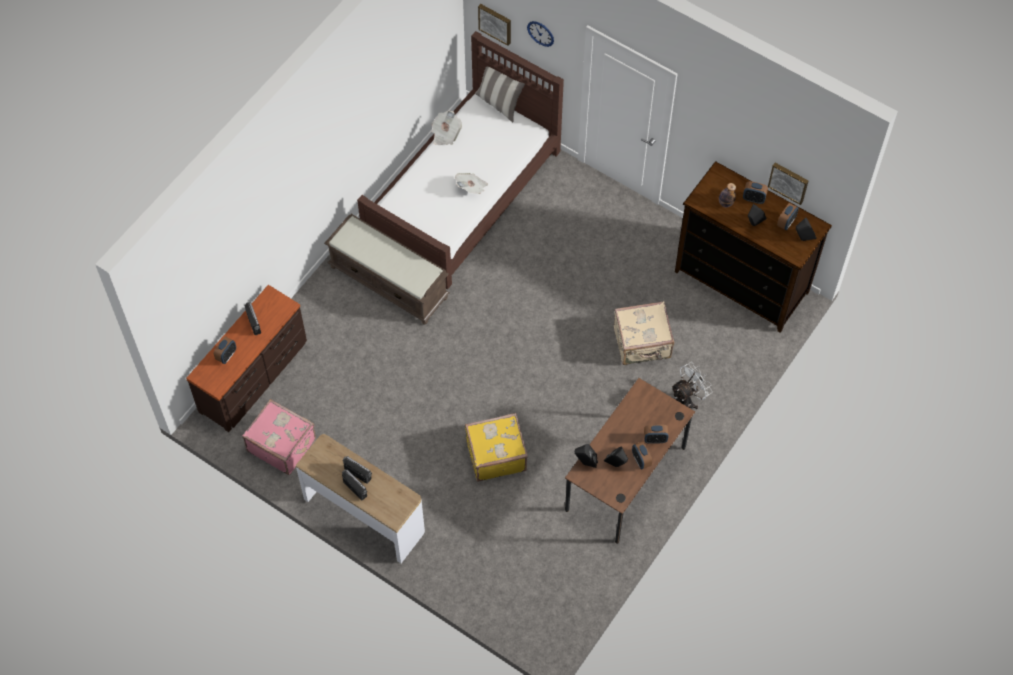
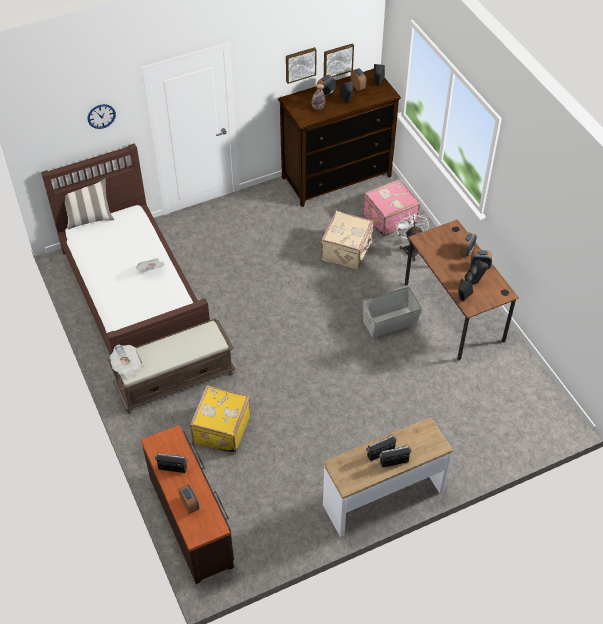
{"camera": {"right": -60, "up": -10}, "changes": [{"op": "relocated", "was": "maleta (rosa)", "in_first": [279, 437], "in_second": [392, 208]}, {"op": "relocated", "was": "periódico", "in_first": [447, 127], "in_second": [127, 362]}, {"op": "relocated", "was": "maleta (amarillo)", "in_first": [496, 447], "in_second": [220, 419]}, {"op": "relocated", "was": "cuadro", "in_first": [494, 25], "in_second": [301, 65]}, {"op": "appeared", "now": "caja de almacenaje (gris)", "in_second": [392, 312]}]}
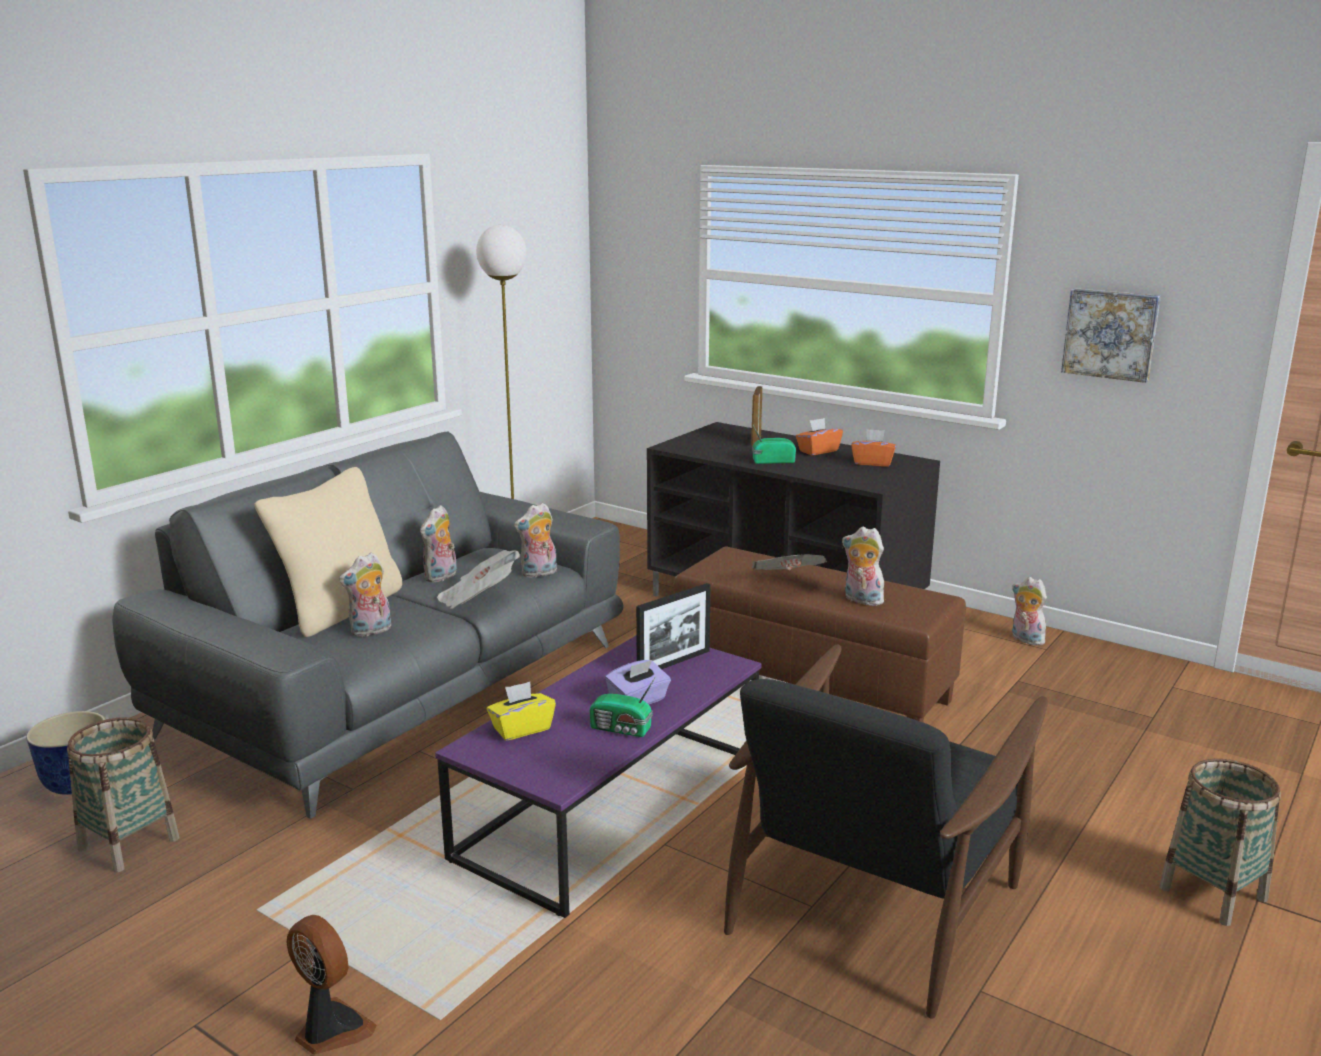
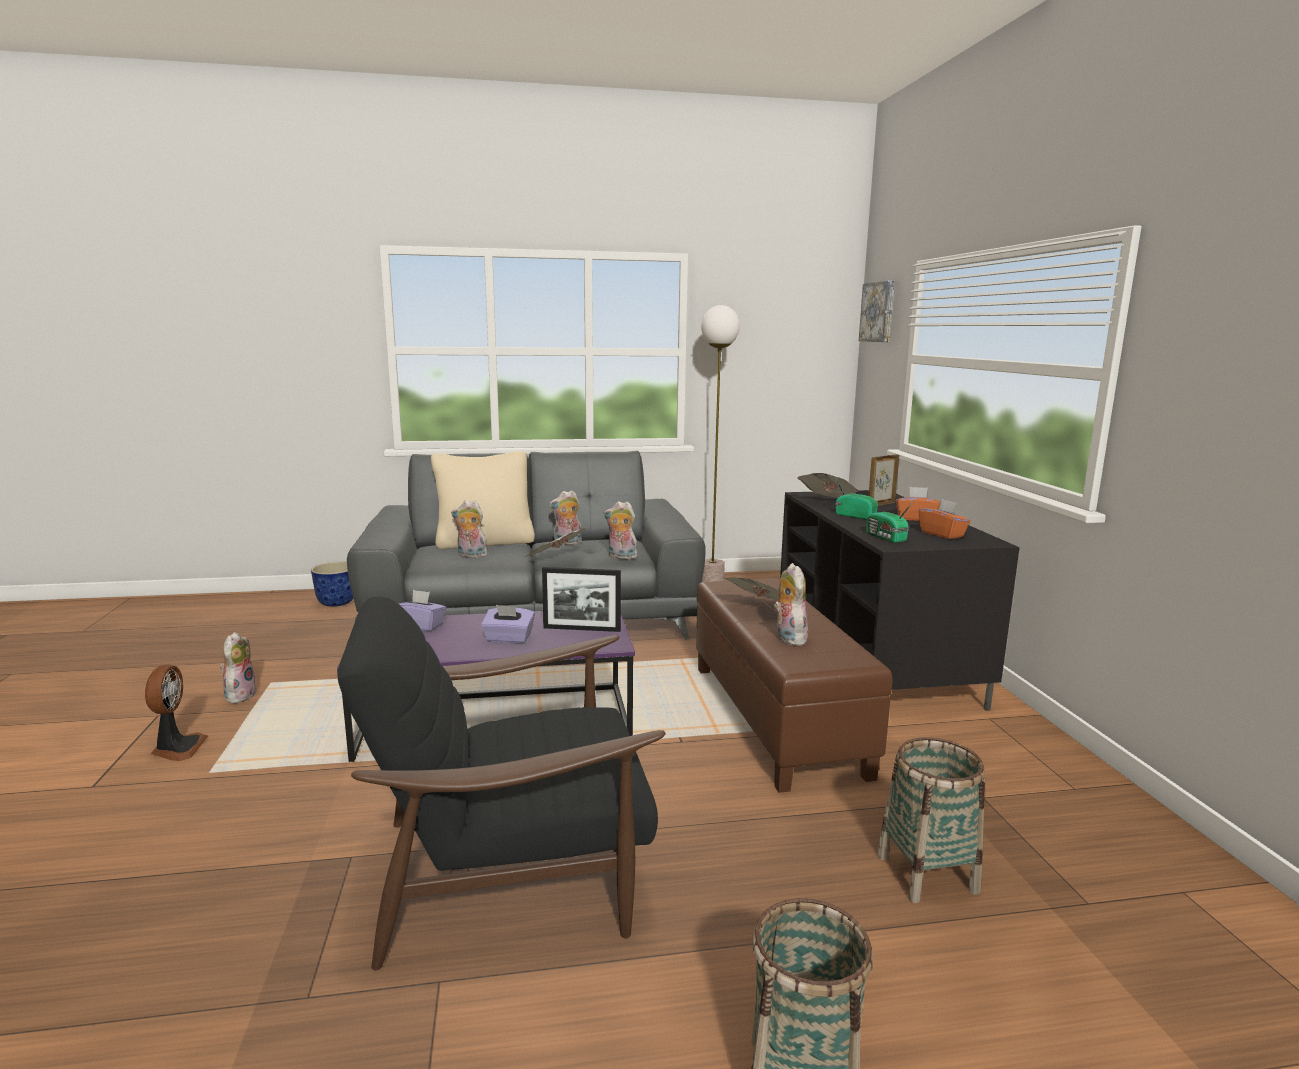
{"camera": {"right": 45, "up": -5}, "changes": [{"op": "relocated", "was": "cesta", "in_first": [123, 794], "in_second": [931, 820]}, {"op": "colour", "was": "caja de pañuelos (amarillo)", "now": "caja de pañuelos (morado)", "in_first": [521, 711], "in_second": [422, 611]}, {"op": "relocated", "was": "radio", "in_first": [623, 706], "in_second": [890, 521]}, {"op": "relocated", "was": "peluche", "in_first": [1029, 611], "in_second": [239, 668]}, {"op": "relocated", "was": "cuadro", "in_first": [1111, 335], "in_second": [877, 311]}, {"op": "appeared", "now": "periódico", "in_second": [828, 485]}]}
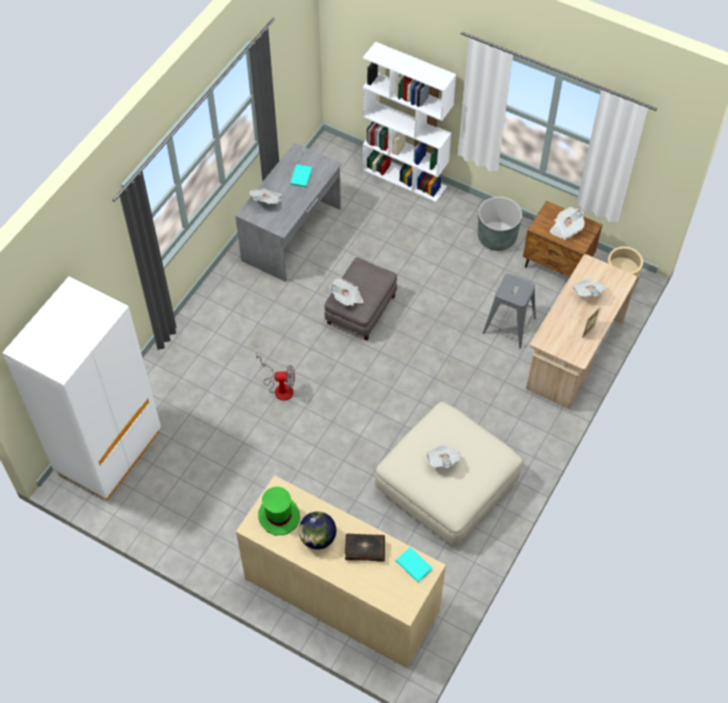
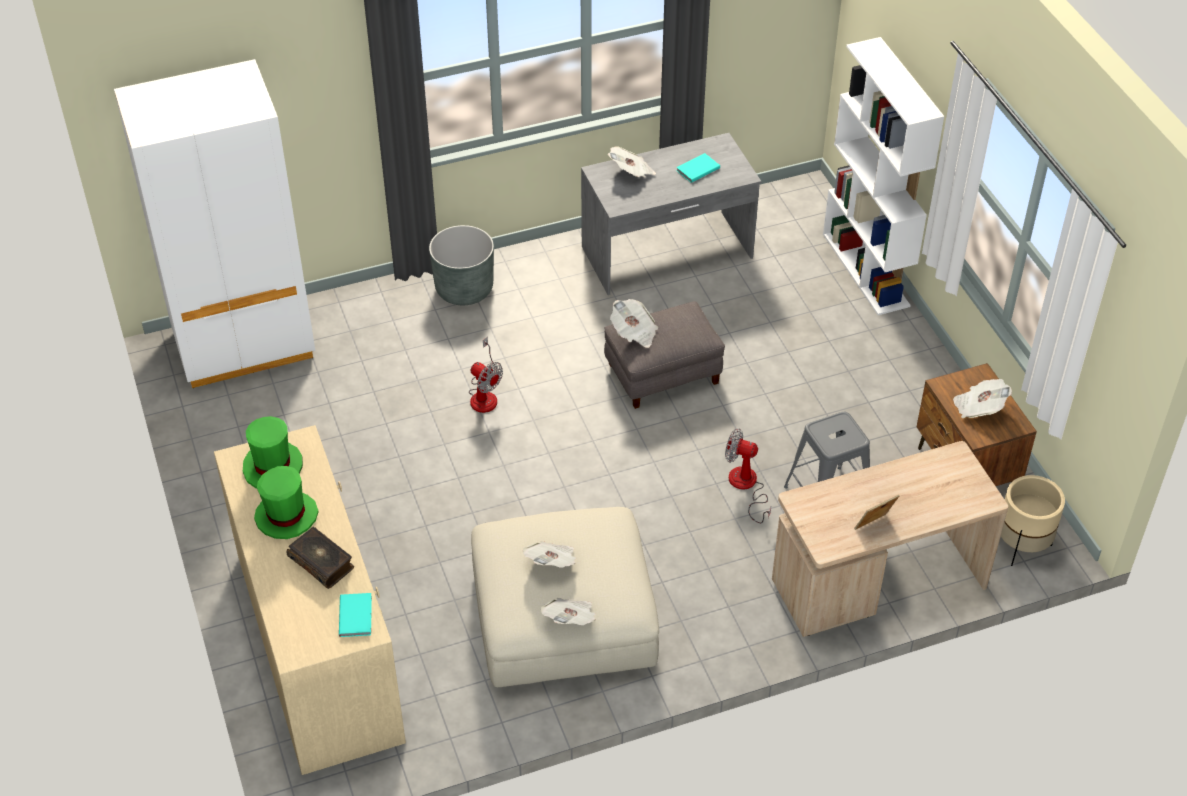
{"camera": {"right": 40, "up": -10}, "changes": [{"op": "exchanged", "was": "globo terráqueo", "now": "sombrero (verde)", "in_first": [317, 530], "in_second": [286, 502]}, {"op": "relocated", "was": "maceta (gris)", "in_first": [500, 224], "in_second": [461, 265]}, {"op": "relocated", "was": "periódico", "in_first": [589, 287], "in_second": [568, 611]}, {"op": "appeared", "now": "ventilador", "in_second": [748, 475]}]}
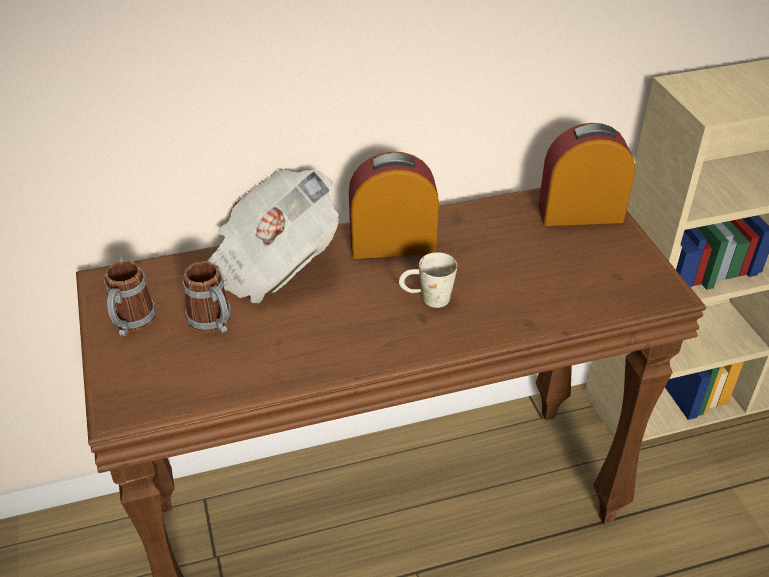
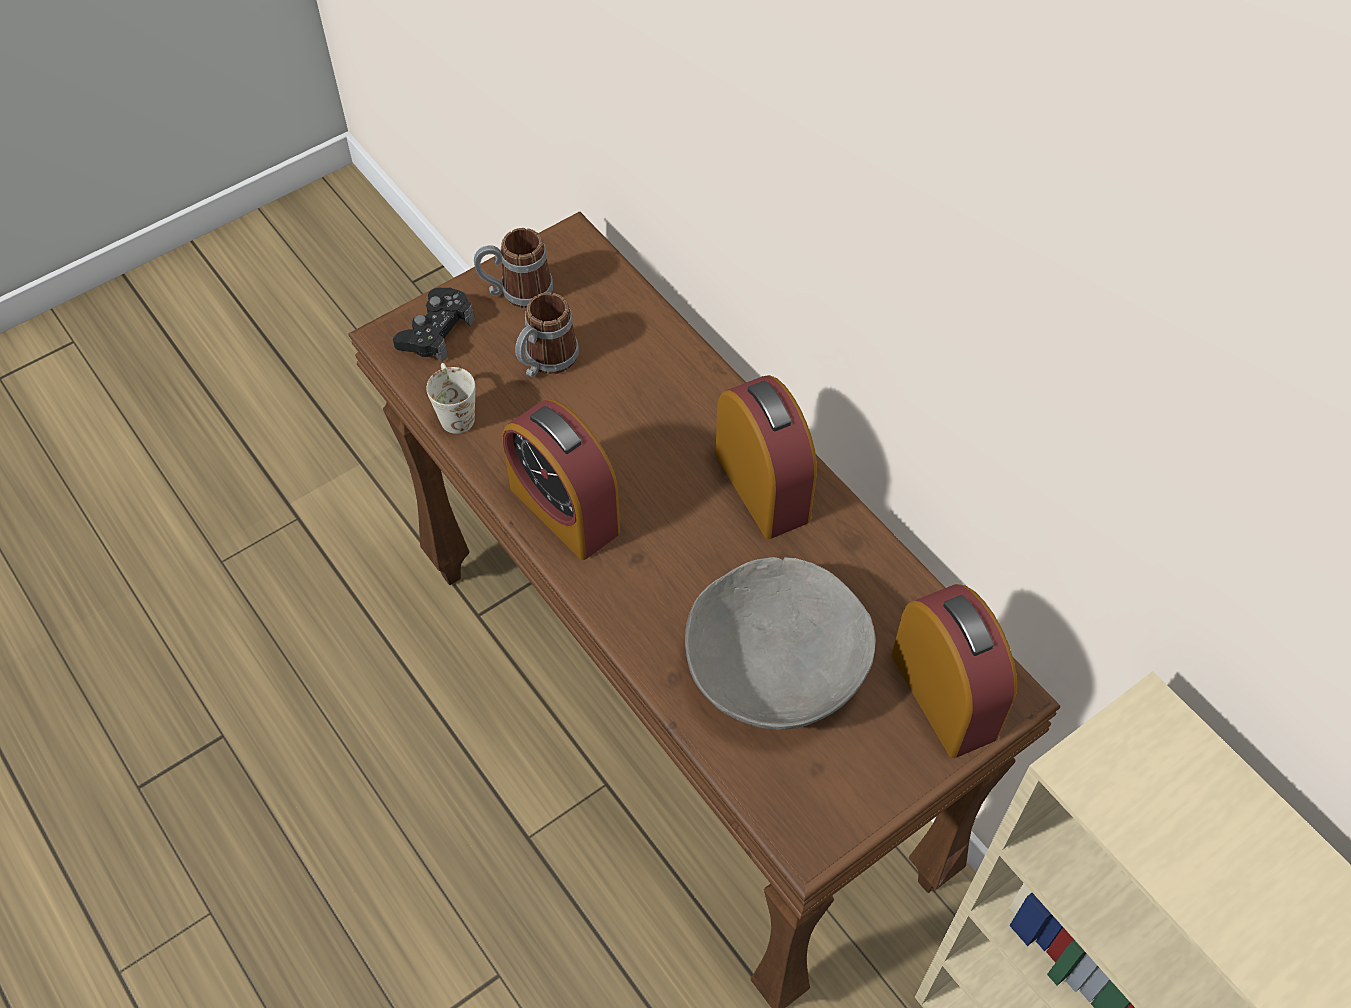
{"camera": {"right": 70, "up": 15}, "changes": [{"op": "missing", "was": "periódico", "in_first": [273, 236]}, {"op": "relocated", "was": "taza grande (blanco)", "in_first": [428, 280], "in_second": [450, 398]}, {"op": "appeared", "now": "mando de consola (negro)", "in_second": [434, 324]}, {"op": "appeared", "now": "despertador", "in_second": [561, 479]}, {"op": "appeared", "now": "cuenco (gris)", "in_second": [780, 643]}]}
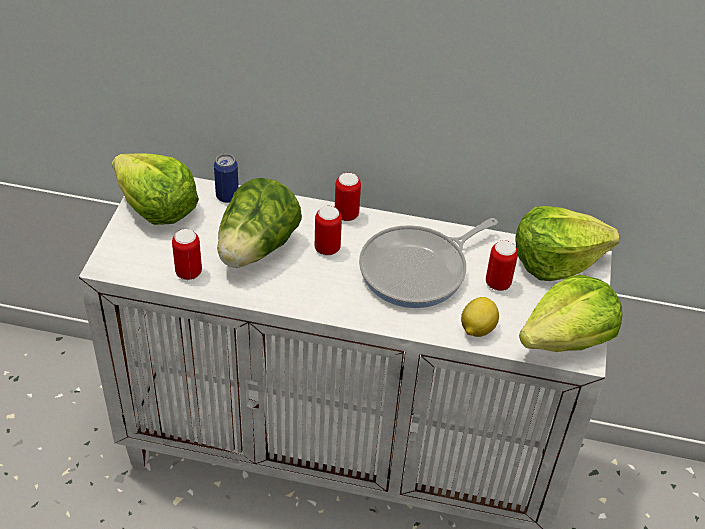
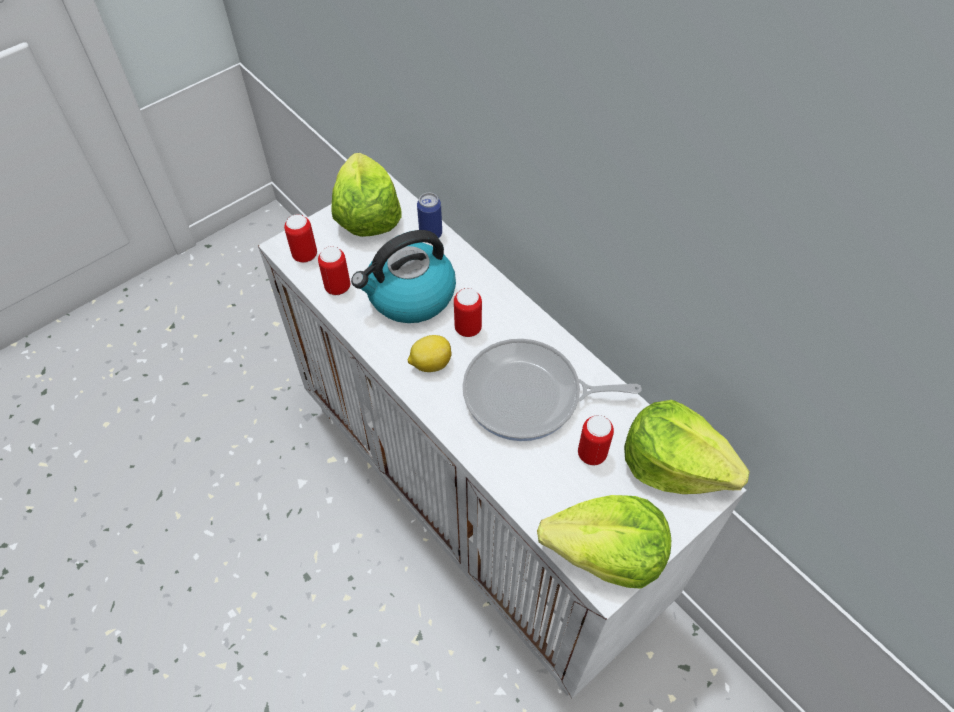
{"camera": {"right": 40, "up": 10}, "changes": [{"op": "exchanged", "was": "lechuga", "now": "hervidor", "in_first": [259, 223], "in_second": [403, 276]}, {"op": "relocated", "was": "lata", "in_first": [348, 197], "in_second": [300, 238]}, {"op": "relocated", "was": "limón", "in_first": [480, 317], "in_second": [430, 353]}]}
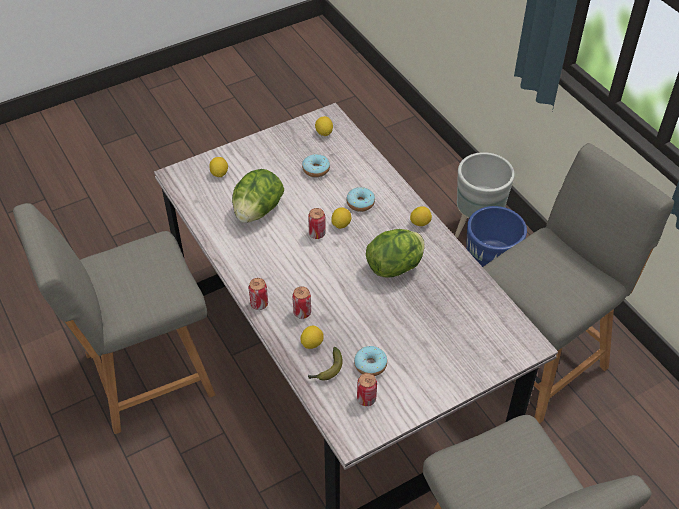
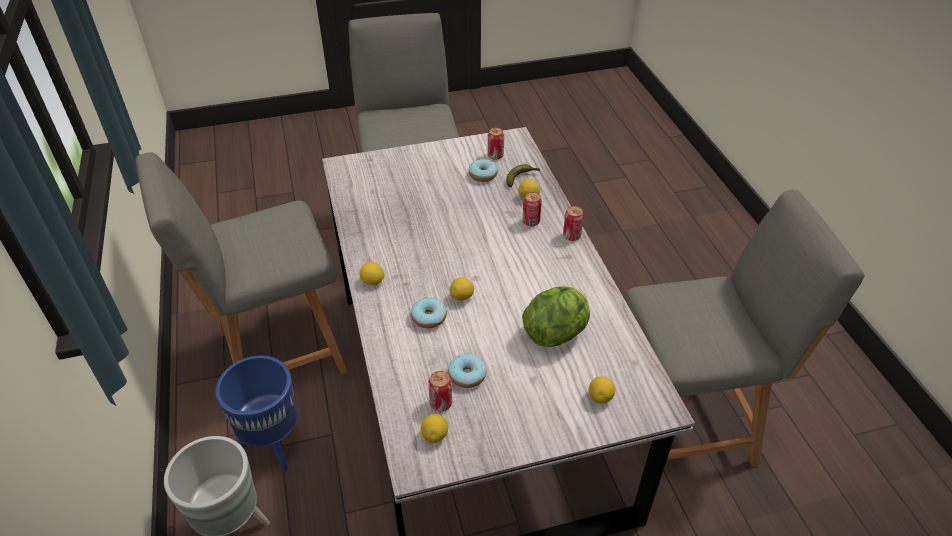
{"camera": {"right": -165, "up": -5}, "changes": [{"op": "relocated", "was": "lata", "in_first": [317, 223], "in_second": [440, 391]}, {"op": "missing", "was": "lechuga", "in_first": [395, 253]}]}
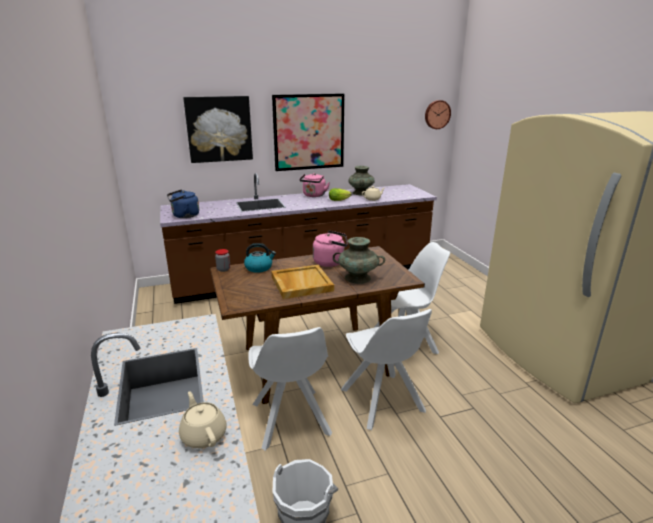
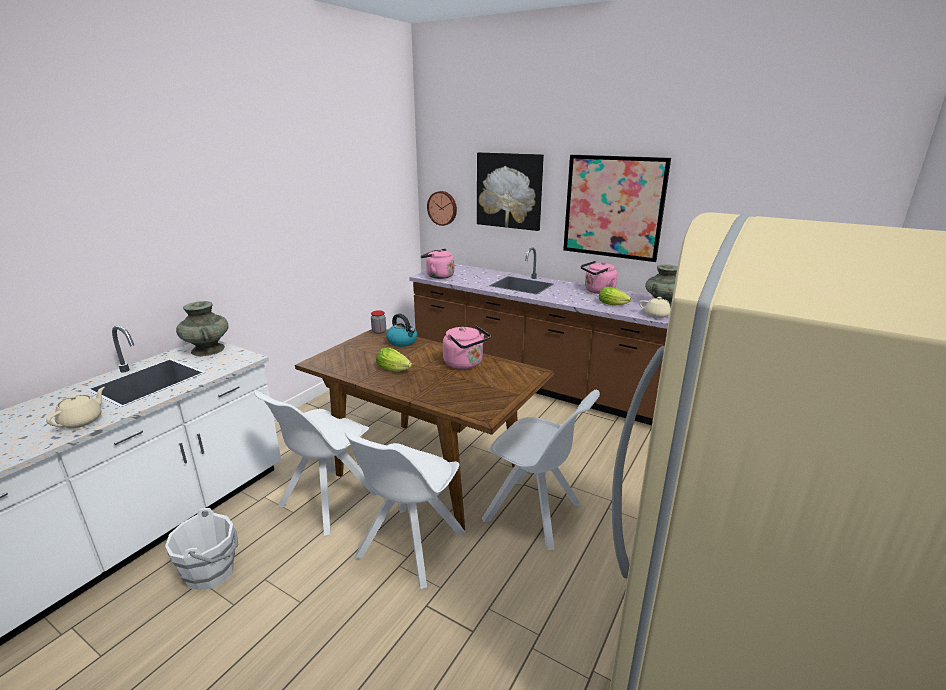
{"camera": {"right": 50, "up": 0}, "changes": [{"op": "colour", "was": "hervidor (azul)", "now": "hervidor (rosa)", "in_first": [183, 203], "in_second": [437, 264]}, {"op": "exchanged", "was": "bandeja (beis)", "now": "lechuga", "in_first": [302, 282], "in_second": [394, 359]}, {"op": "relocated", "was": "florero (turquesa)", "in_first": [359, 260], "in_second": [202, 328]}, {"op": "relocated", "was": "reloj de pared", "in_first": [438, 114], "in_second": [442, 208]}]}
